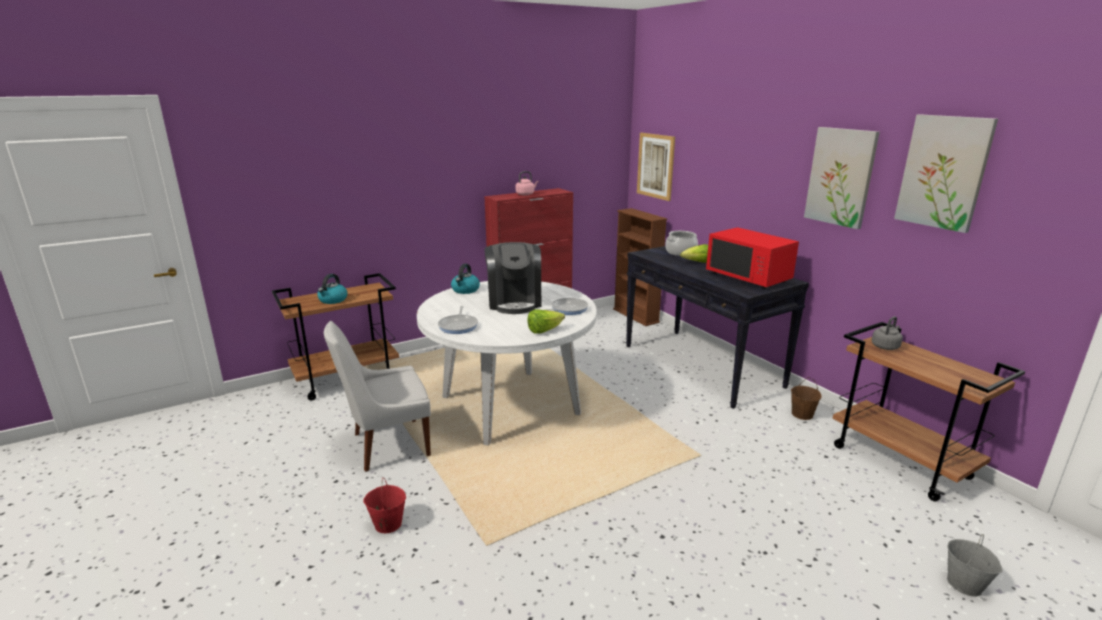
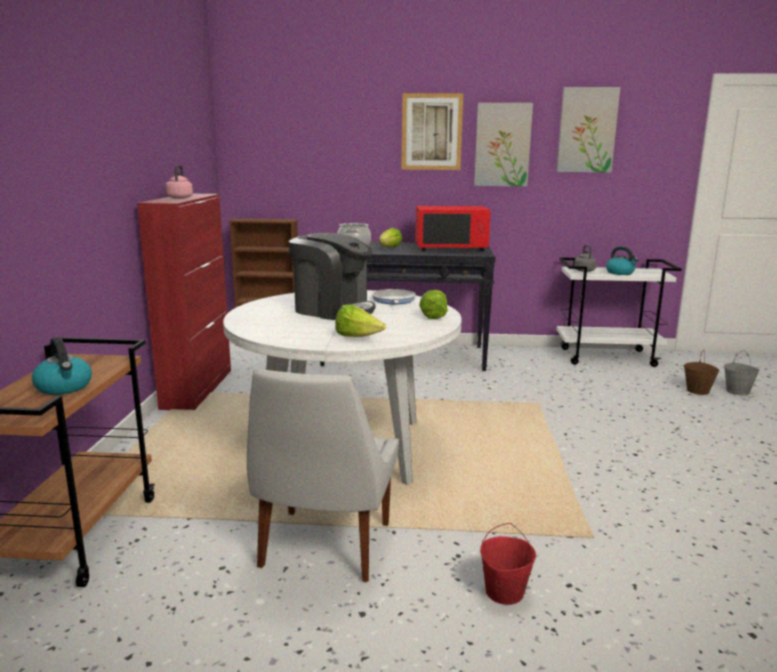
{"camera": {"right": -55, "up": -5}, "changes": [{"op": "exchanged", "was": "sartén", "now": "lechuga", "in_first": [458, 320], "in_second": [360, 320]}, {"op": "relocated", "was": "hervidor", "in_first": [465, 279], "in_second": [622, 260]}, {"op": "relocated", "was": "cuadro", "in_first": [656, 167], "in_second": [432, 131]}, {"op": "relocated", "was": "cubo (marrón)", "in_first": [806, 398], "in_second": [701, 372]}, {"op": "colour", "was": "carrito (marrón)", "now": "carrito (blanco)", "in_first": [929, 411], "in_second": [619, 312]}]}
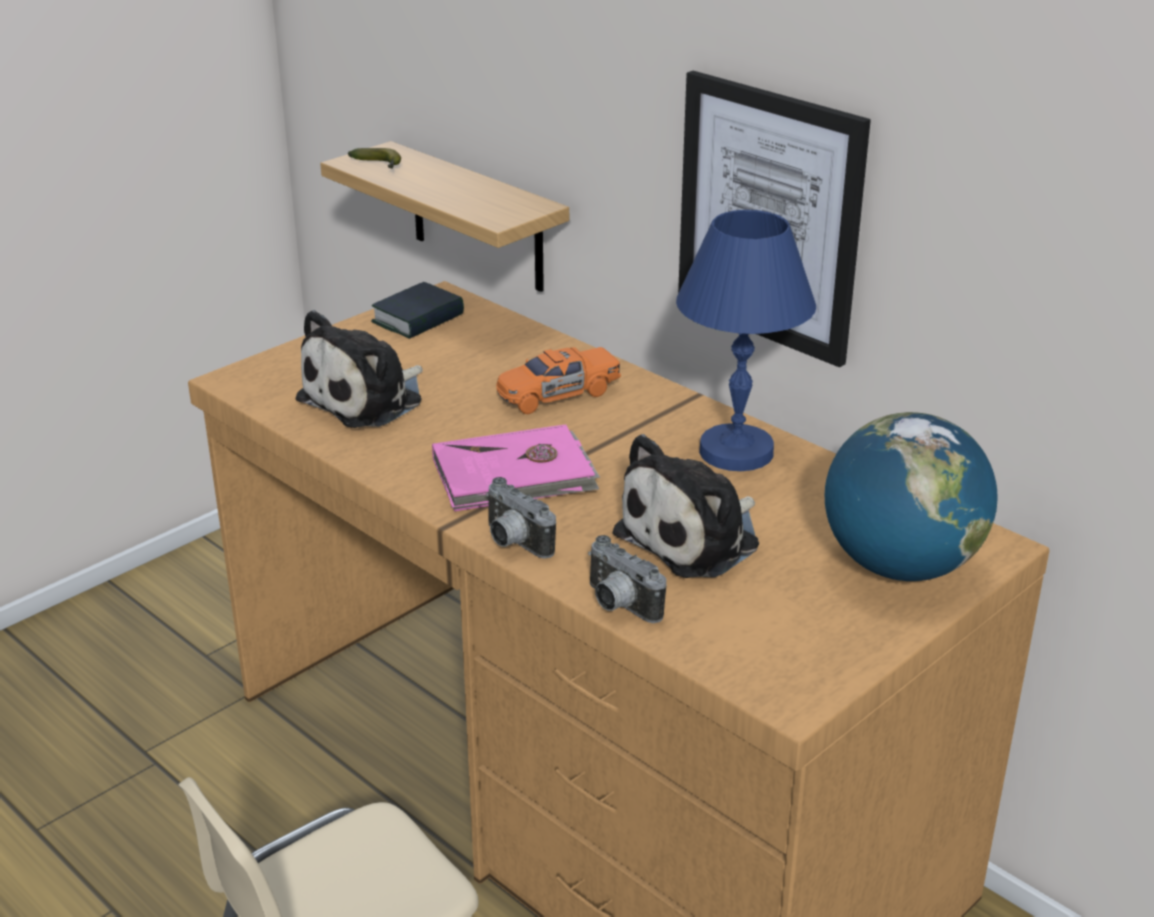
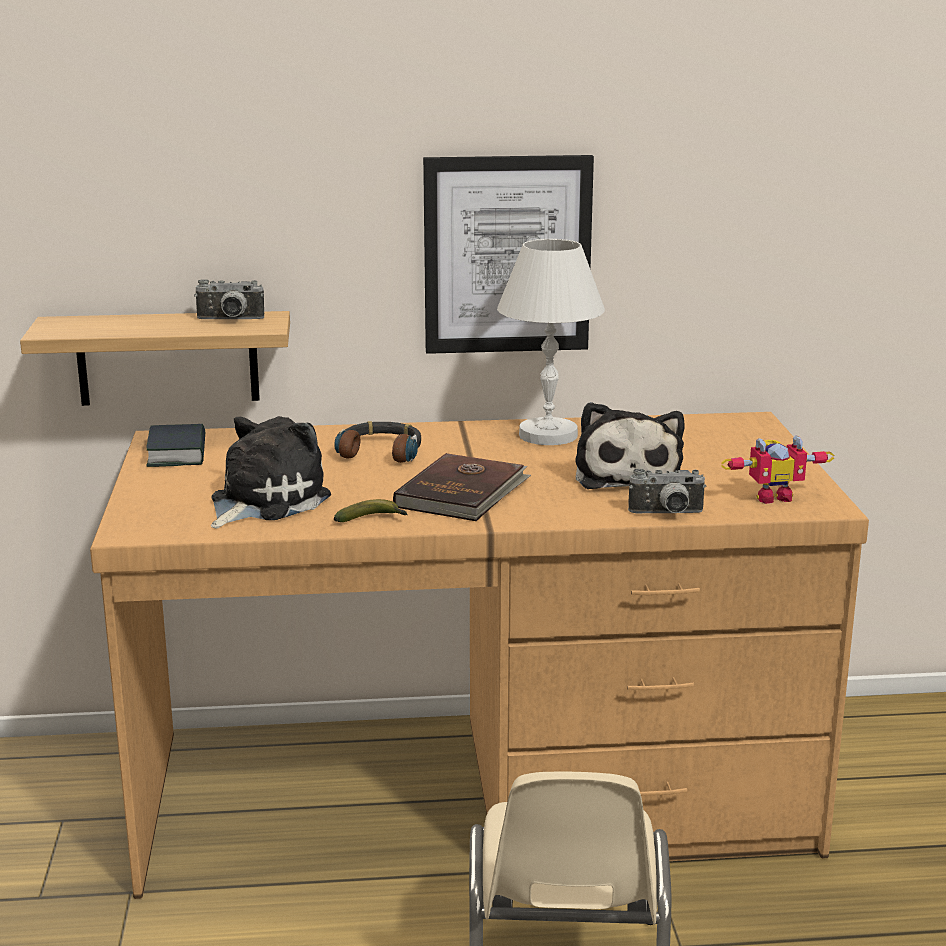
{"camera": {"right": -50, "up": -10}, "changes": [{"op": "spun", "was": "peluche", "in_first": [359, 369], "in_second": [271, 472], "clockwise": -135}, {"op": "relocated", "was": "plátano", "in_first": [374, 158], "in_second": [371, 510]}, {"op": "colour", "was": "libro (rosa)", "now": "libro (marrón)", "in_first": [516, 468], "in_second": [462, 487]}, {"op": "relocated", "was": "cámara", "in_first": [521, 518], "in_second": [229, 299]}, {"op": "exchanged", "was": "coche de juguete (naranja)", "now": "auriculares", "in_first": [558, 380], "in_second": [377, 442]}, {"op": "colour", "was": "lámpara de mesa (azul)", "now": "lámpara de mesa (blanco)", "in_first": [746, 340], "in_second": [551, 342]}, {"op": "missing", "was": "globo terráqueo", "in_first": [911, 496]}, {"op": "appeared", "now": "robot de juguete", "in_second": [777, 469]}]}
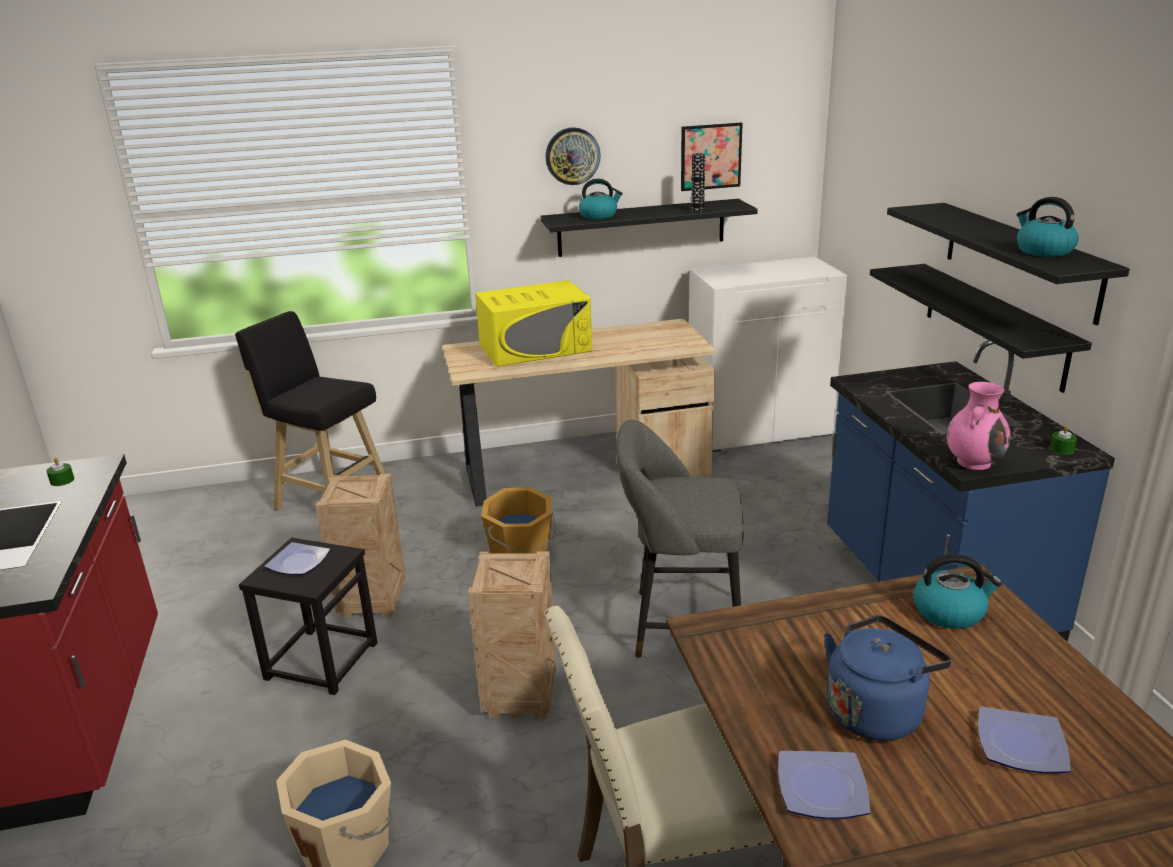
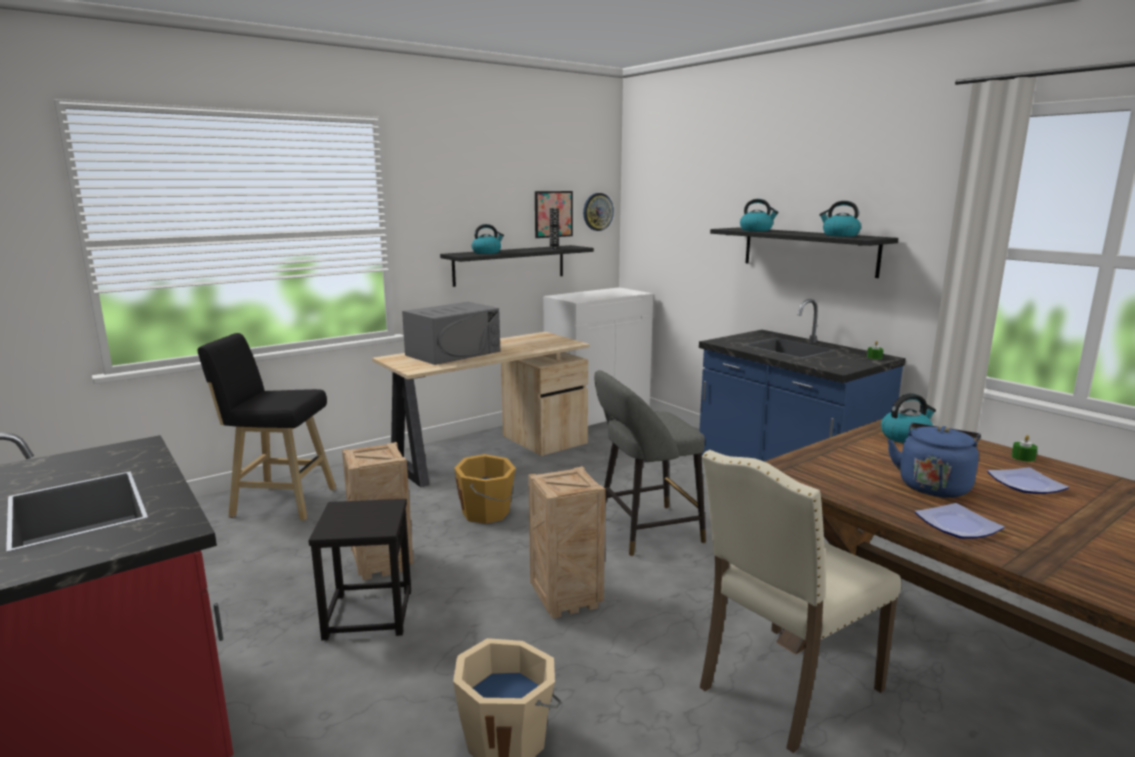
{"camera": {"right": -25, "up": -10}, "changes": [{"op": "relocated", "was": "vela (verde)", "in_first": [60, 472], "in_second": [1024, 448]}, {"op": "missing", "was": "plato", "in_first": [297, 558]}, {"op": "colour", "was": "microondas (amarillo)", "now": "microondas (gris)", "in_first": [533, 323], "in_second": [451, 333]}, {"op": "relocated", "was": "reloj de pared", "in_first": [573, 156], "in_second": [598, 212]}, {"op": "missing", "was": "estante (negro)", "in_first": [981, 328]}, {"op": "missing", "was": "florero (rosa)", "in_first": [978, 426]}, {"op": "appeared", "now": "hervidor", "in_second": [759, 215]}]}
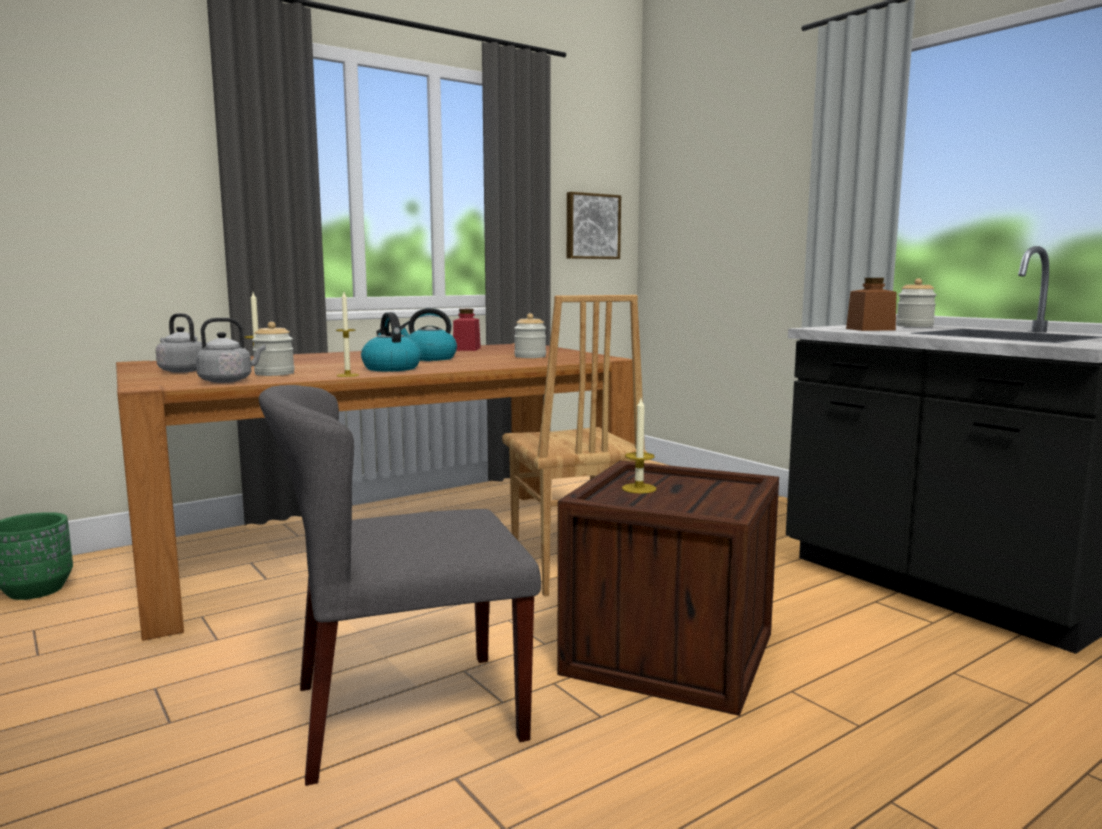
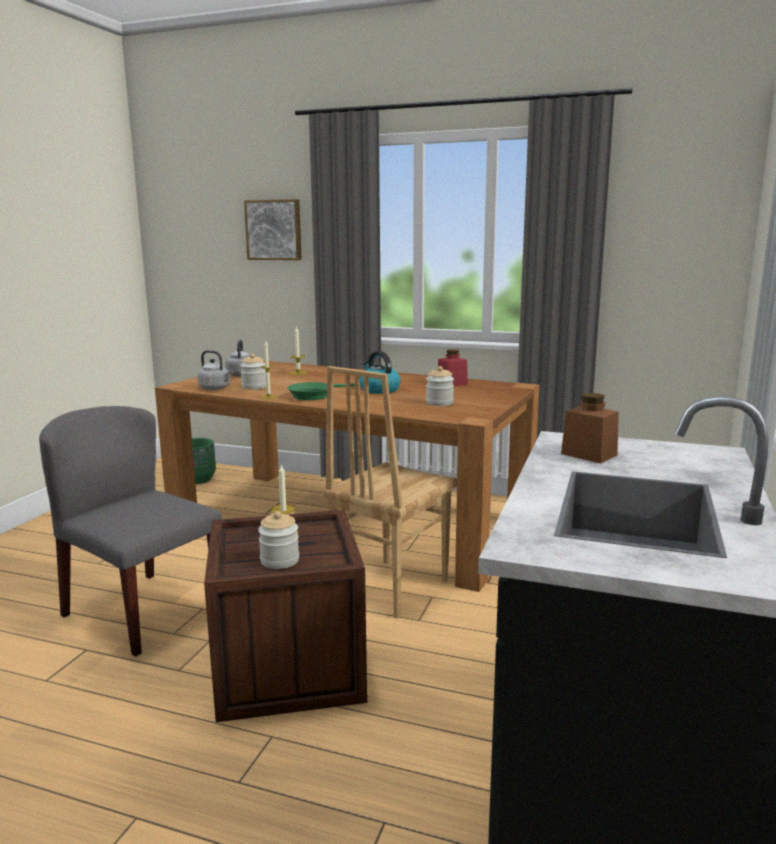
{"camera": {"right": 55, "up": 5}, "changes": [{"op": "exchanged", "was": "hervidor", "now": "sartén (verde)", "in_first": [391, 341], "in_second": [320, 391]}, {"op": "relocated", "was": "cuadro", "in_first": [594, 225], "in_second": [273, 229]}, {"op": "relocated", "was": "tarro", "in_first": [916, 302], "in_second": [278, 540]}]}
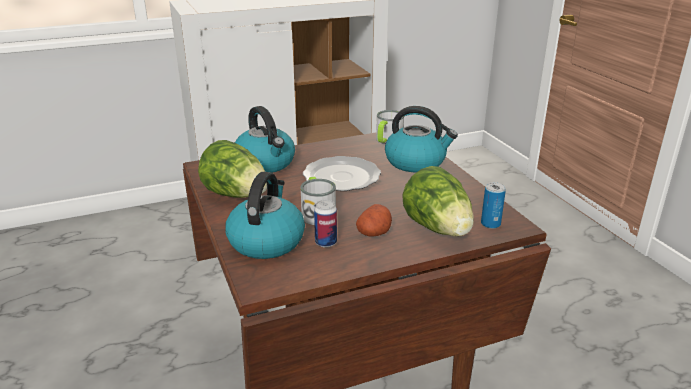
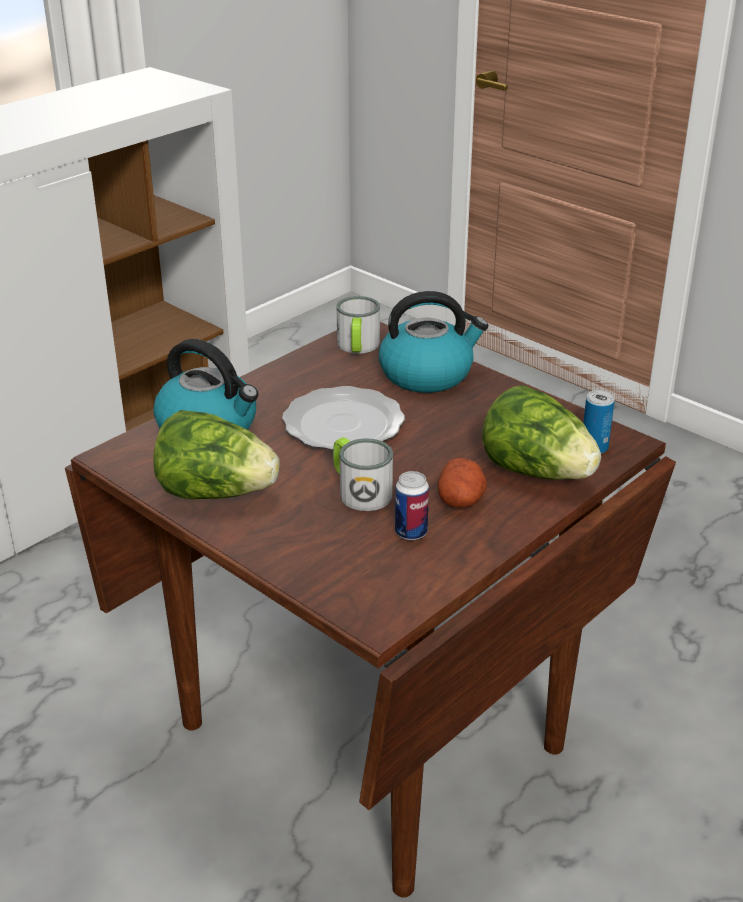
{"camera": {"right": -25, "up": 5}, "changes": [{"op": "missing", "was": "hervidor", "in_first": [265, 215]}]}
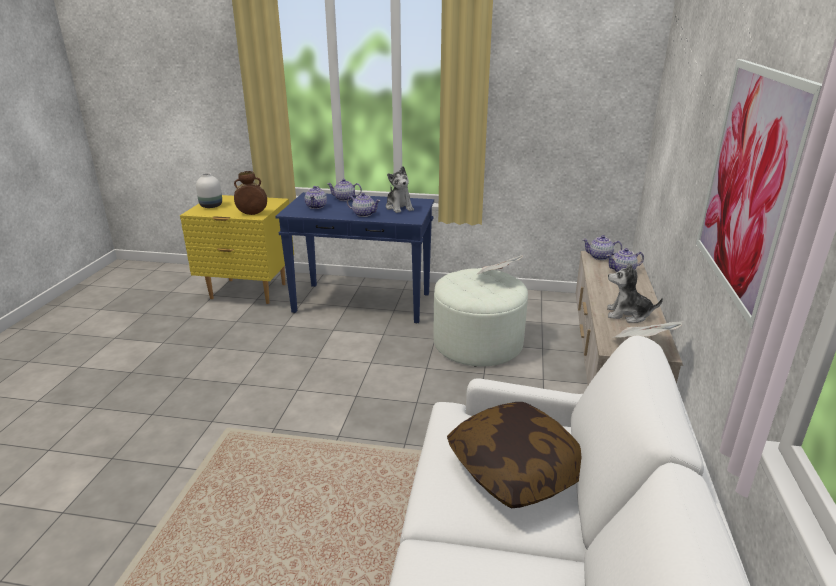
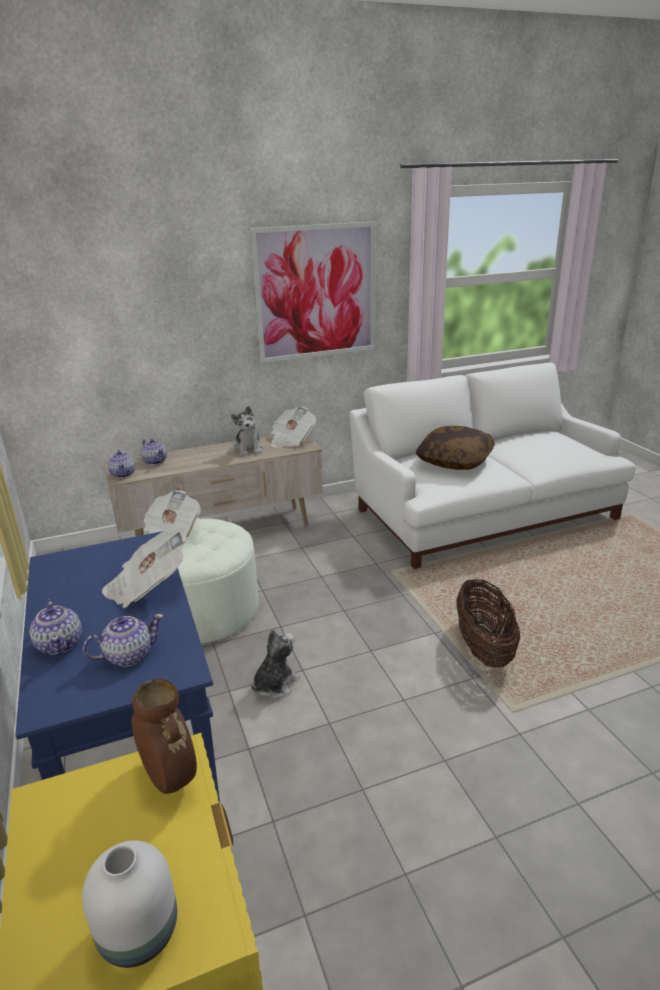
{"camera": {"right": -120, "up": 0}, "changes": [{"op": "exchanged", "was": "tetera", "now": "periódico", "in_first": [364, 205], "in_second": [144, 569]}, {"op": "relocated", "was": "peluche", "in_first": [400, 189], "in_second": [275, 664]}, {"op": "appeared", "now": "cesta", "in_second": [488, 623]}]}
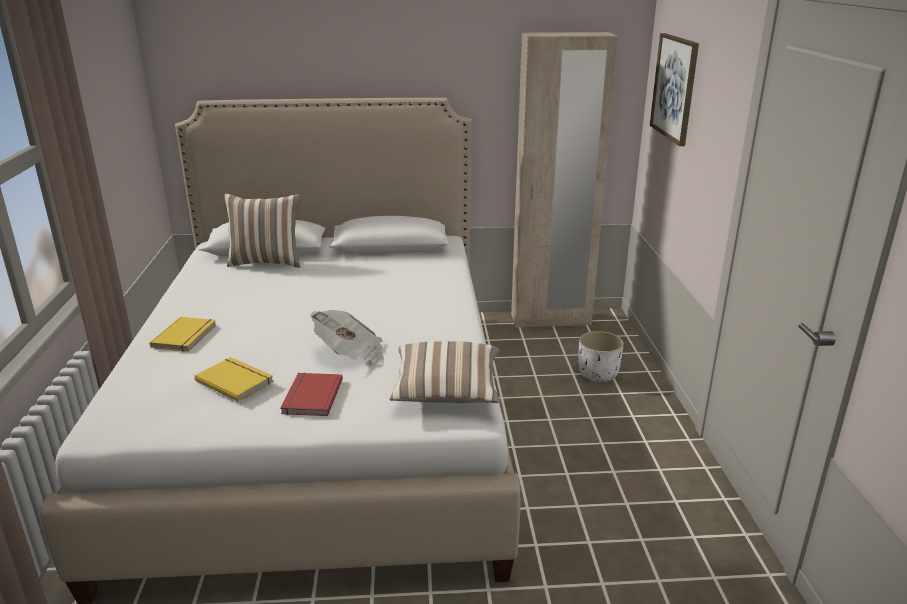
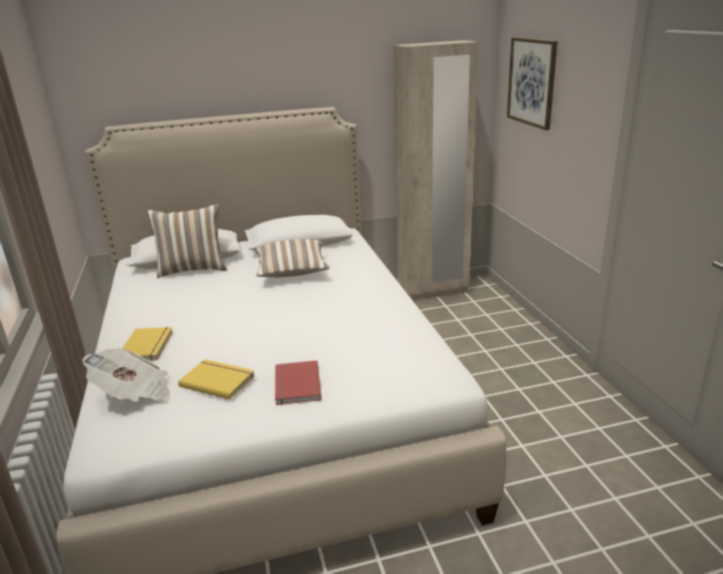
{"camera": {"right": -10, "up": 0}, "changes": [{"op": "relocated", "was": "periódico", "in_first": [347, 336], "in_second": [126, 375]}, {"op": "relocated", "was": "cojín", "in_first": [445, 372], "in_second": [292, 258]}, {"op": "missing", "was": "maceta (blanco)", "in_first": [601, 356]}]}
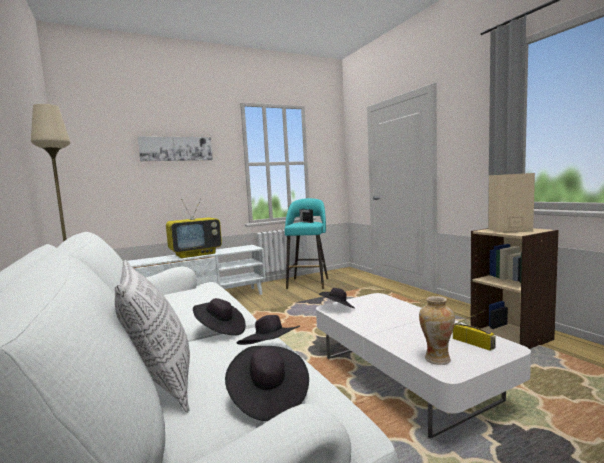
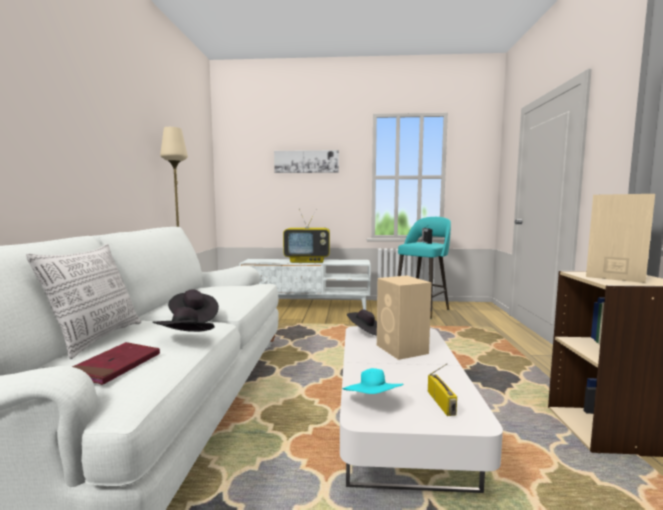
{"camera": {"right": 30, "up": 0}, "changes": [{"op": "exchanged", "was": "sombrero (negro)", "now": "libro (rojo)", "in_first": [267, 383], "in_second": [116, 363]}, {"op": "exchanged", "was": "florero", "now": "sombrero (turquesa)", "in_first": [437, 330], "in_second": [373, 381]}, {"op": "appeared", "now": "altavoz (beis)", "in_second": [404, 318]}]}
